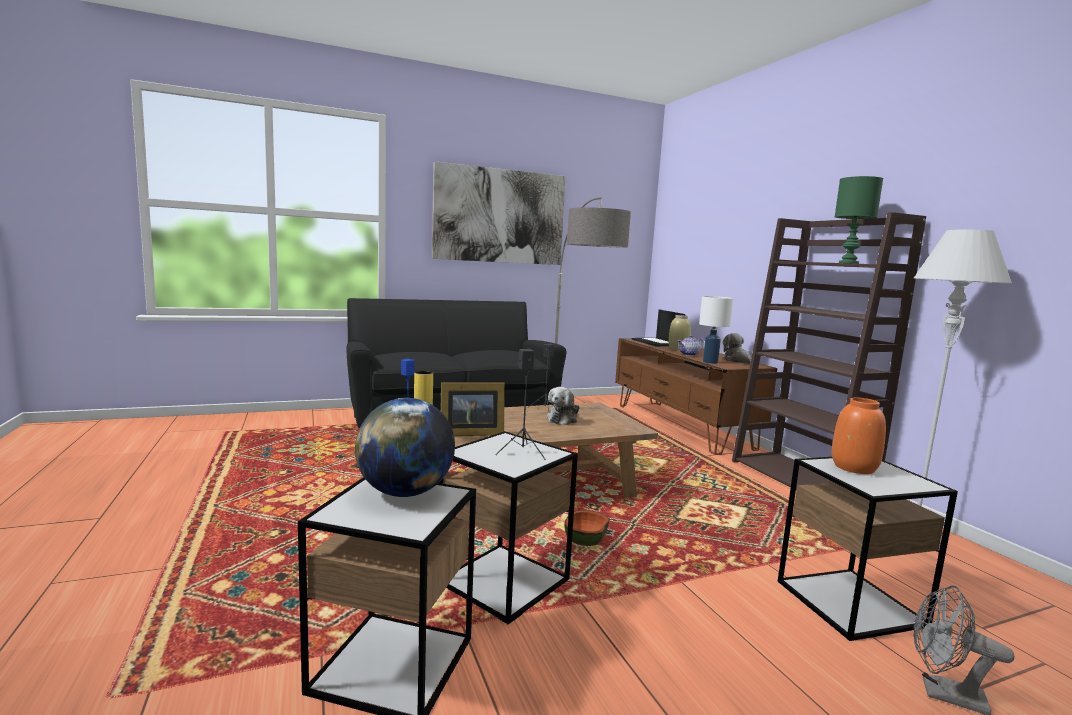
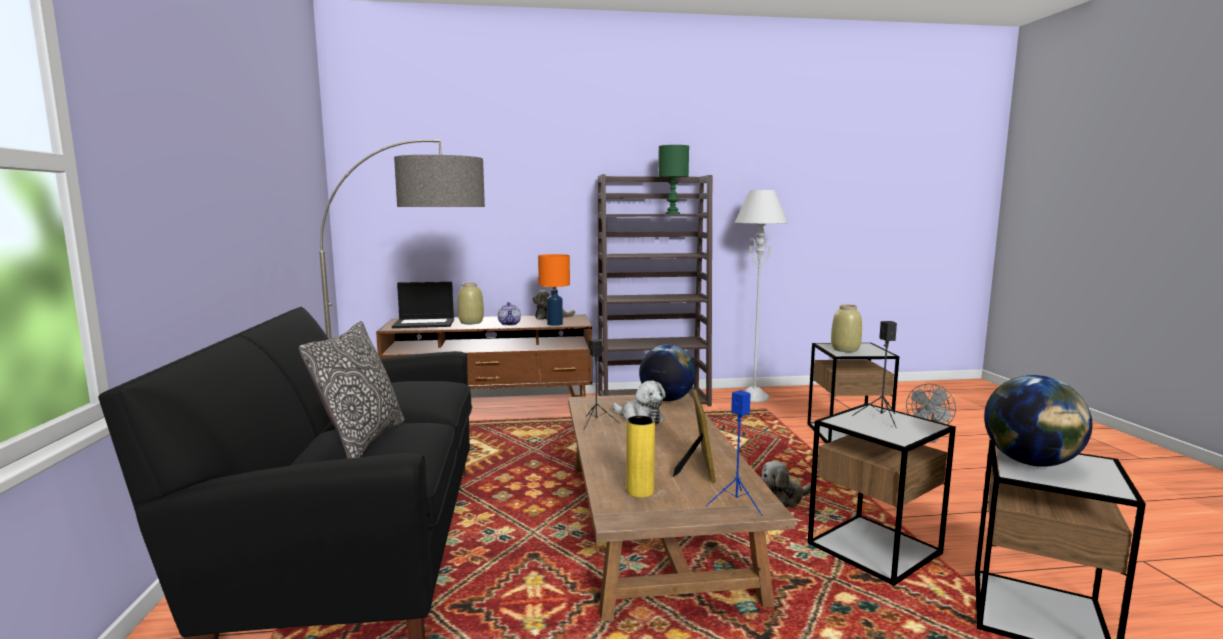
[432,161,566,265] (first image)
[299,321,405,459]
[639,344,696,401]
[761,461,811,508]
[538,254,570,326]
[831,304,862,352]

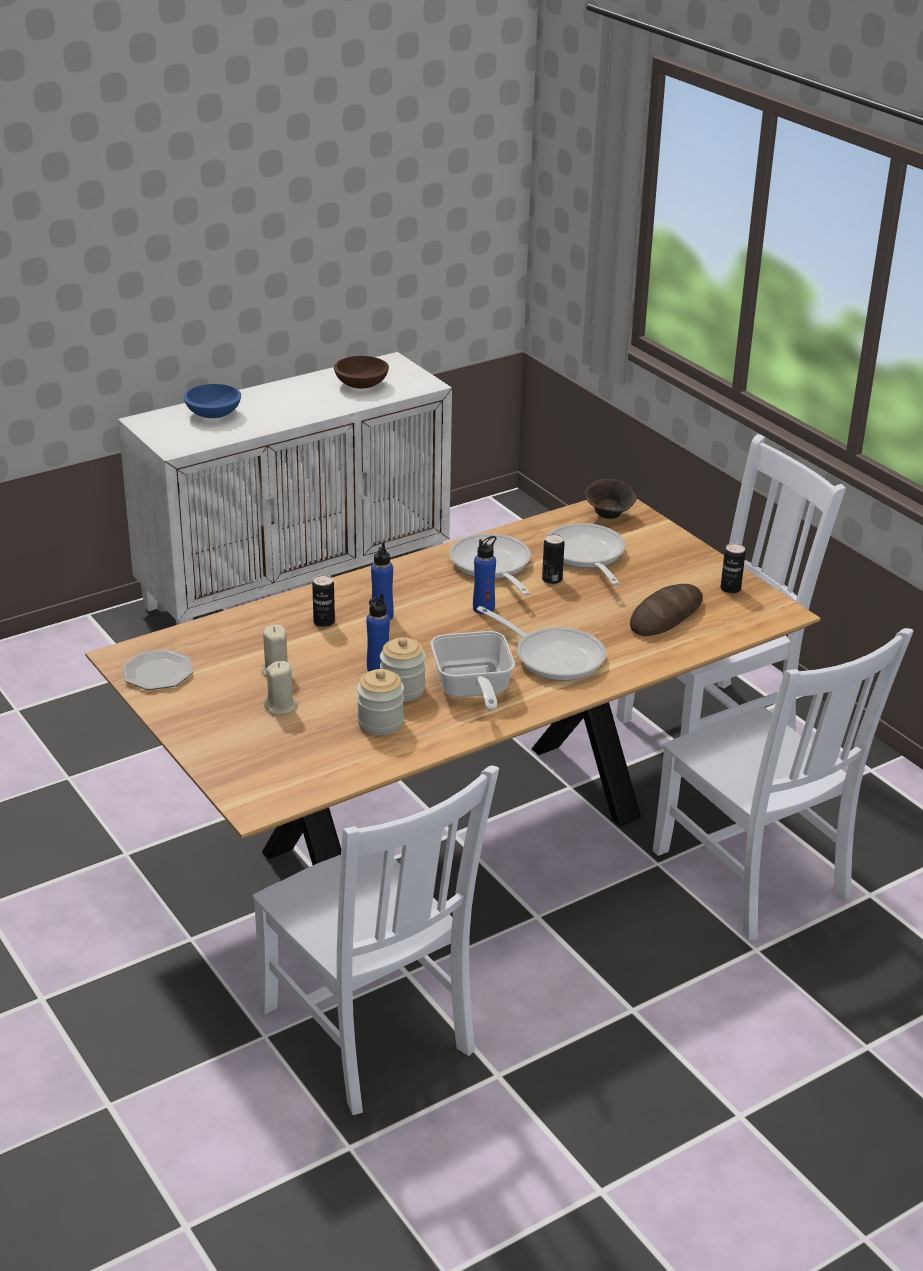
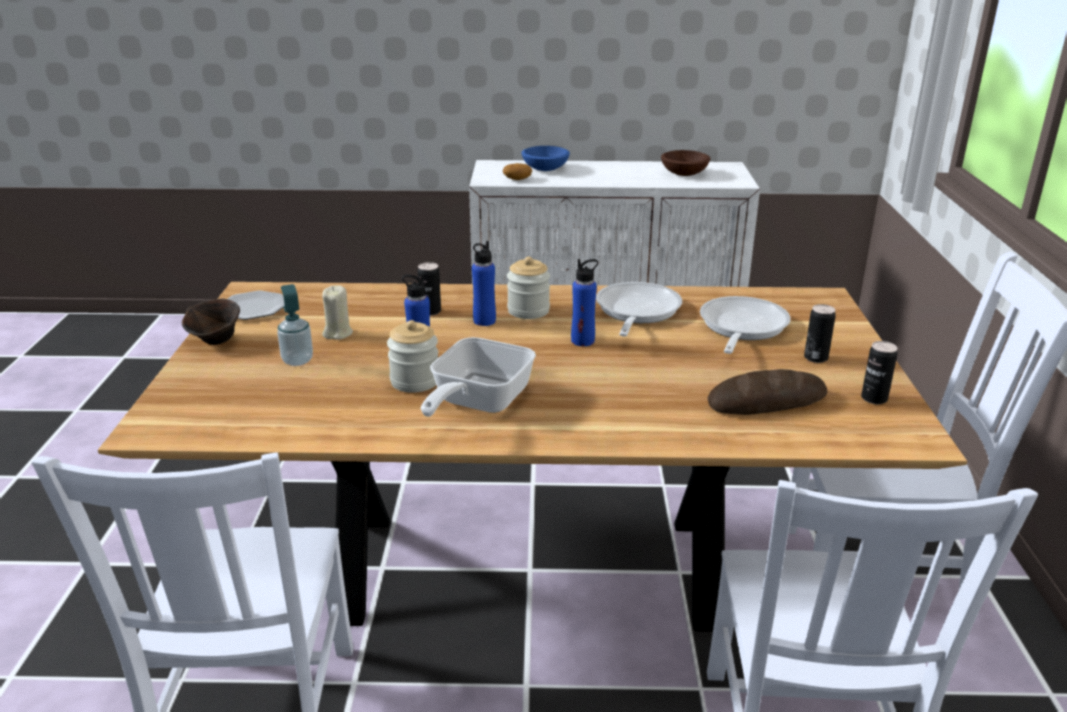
[477,606,606,681] (first image)
[503,163,532,180]
[507,257,550,319]
[804,304,836,363]
[182,298,240,345]
[277,284,313,366]

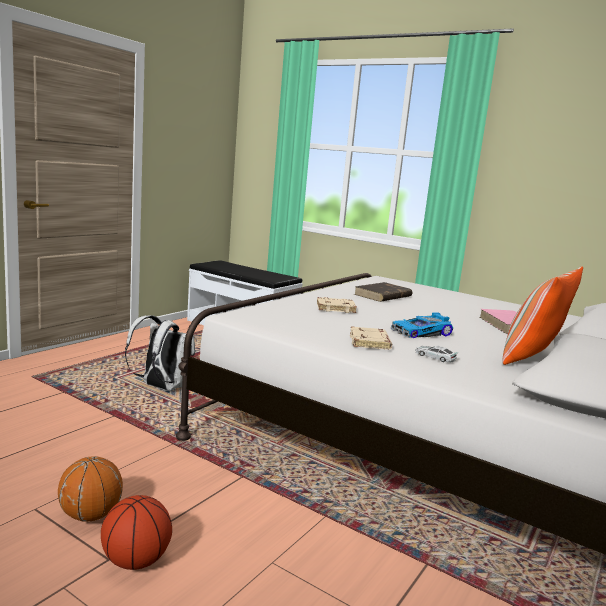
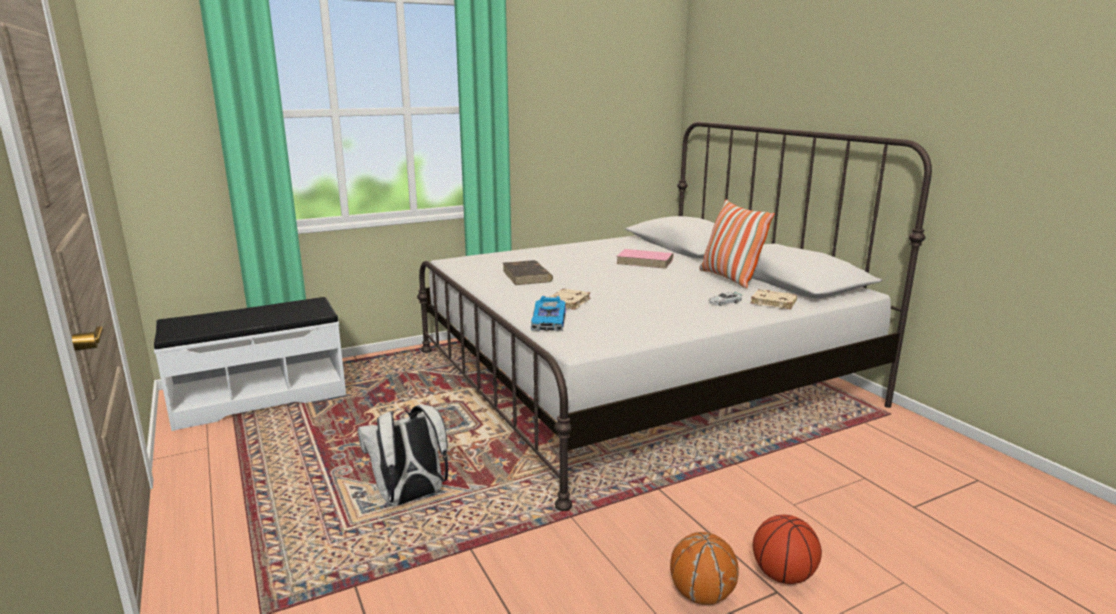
[751,289,797,309]
[531,296,566,332]

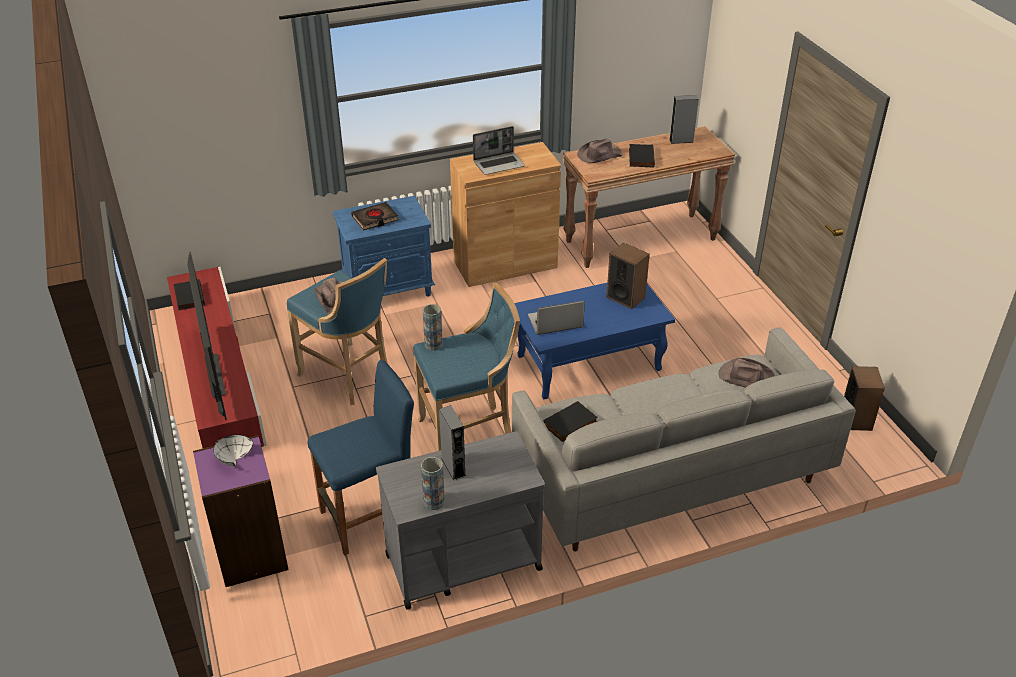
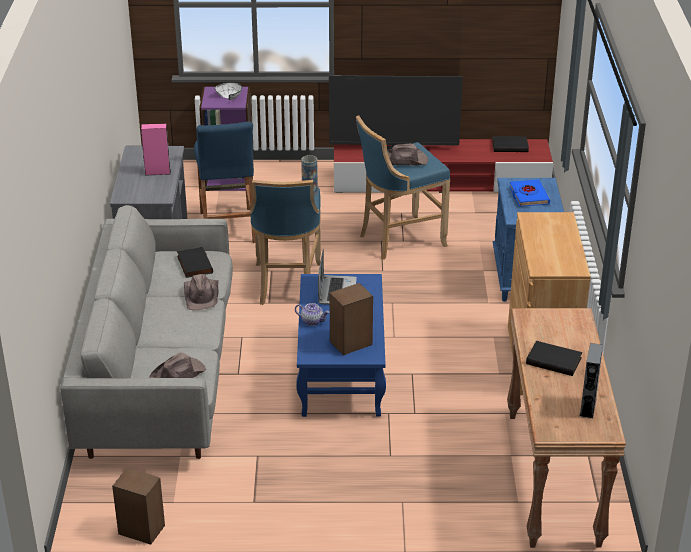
[421,457,445,510] (first image)
[473,126,525,175] (first image)
[295,303,329,326]
[184,274,219,310]
[509,179,550,207]
[141,124,171,176]

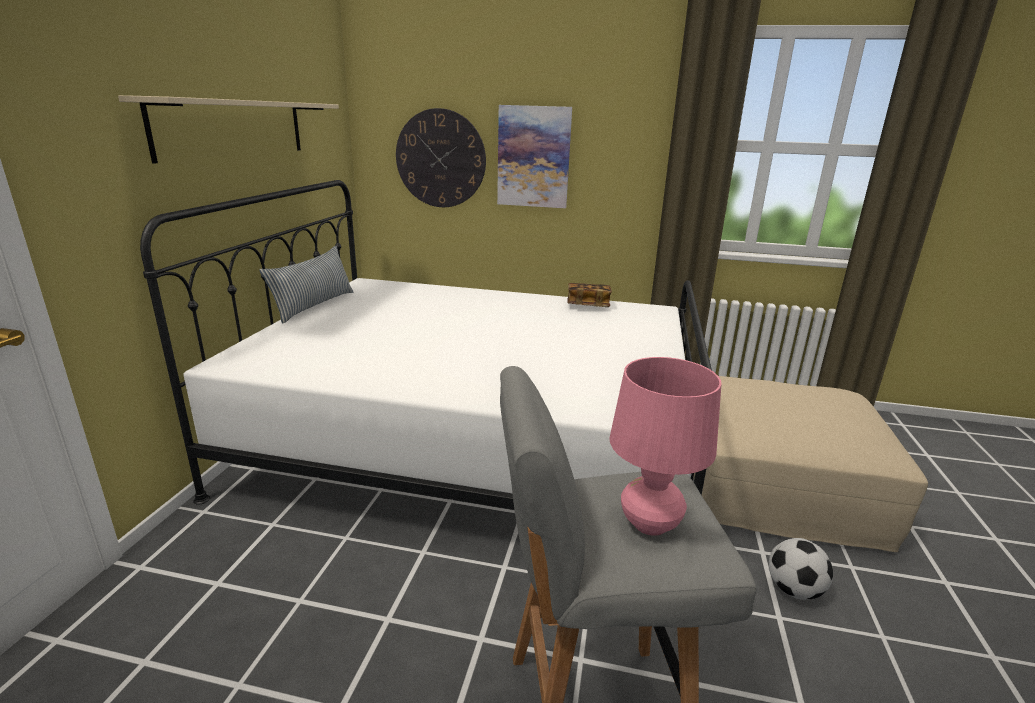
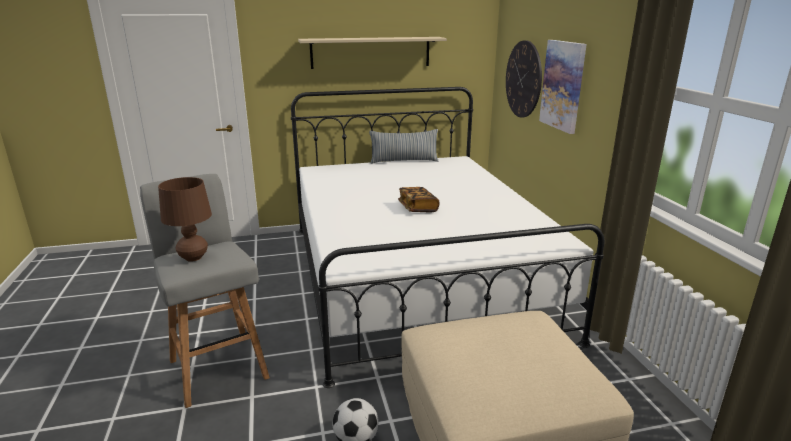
[398,187,440,213]
[158,177,212,262]

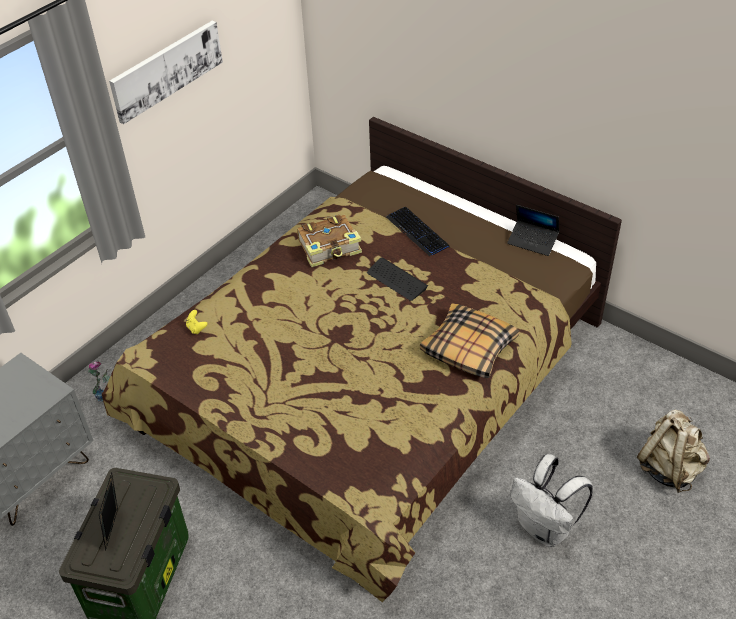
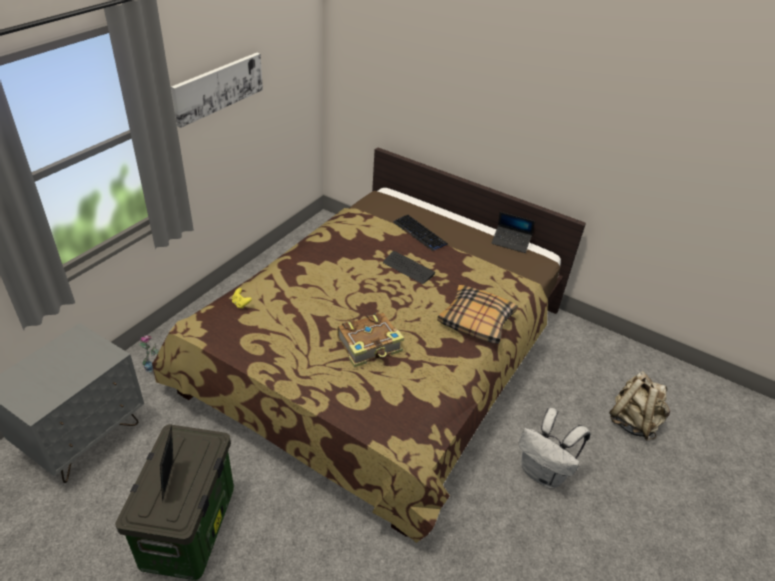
[337,313,404,367]

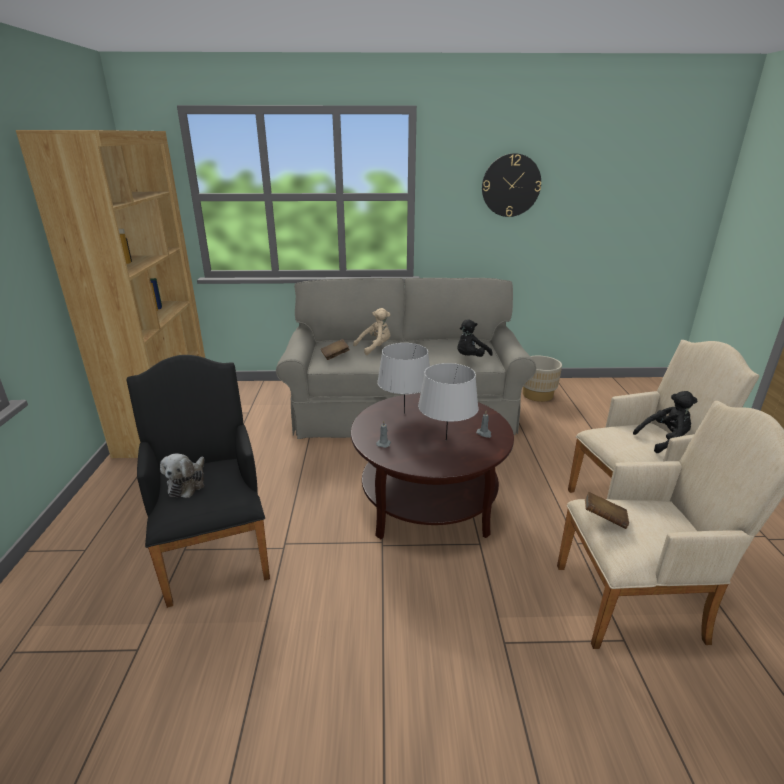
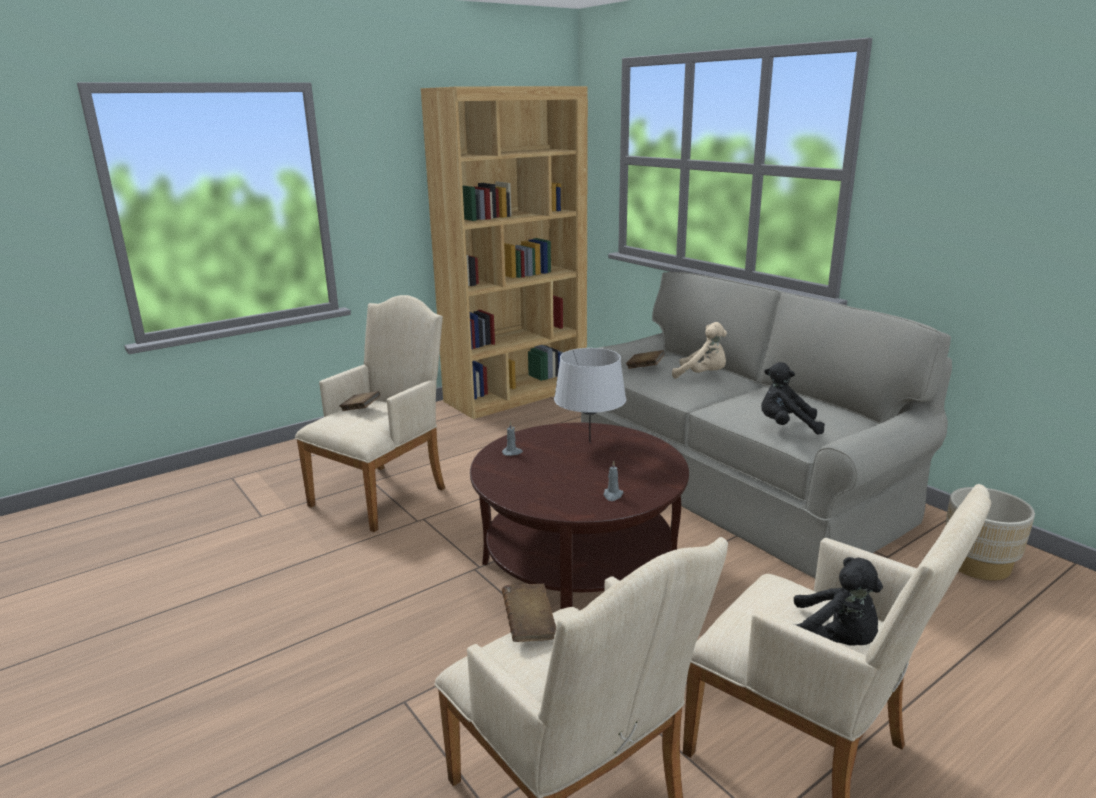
[418,363,479,441] (first image)
[482,153,541,217] (first image)
[339,391,381,411]
[295,295,445,532]

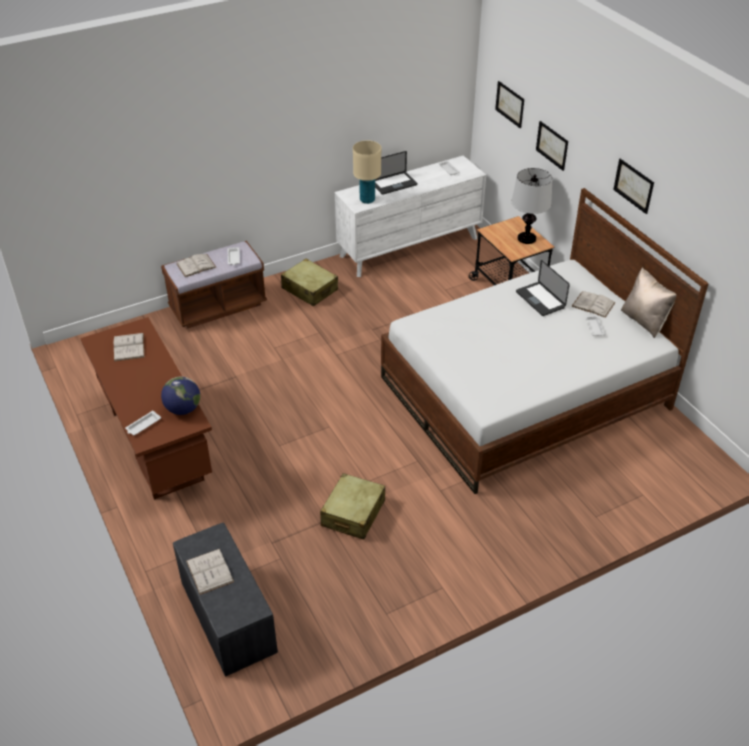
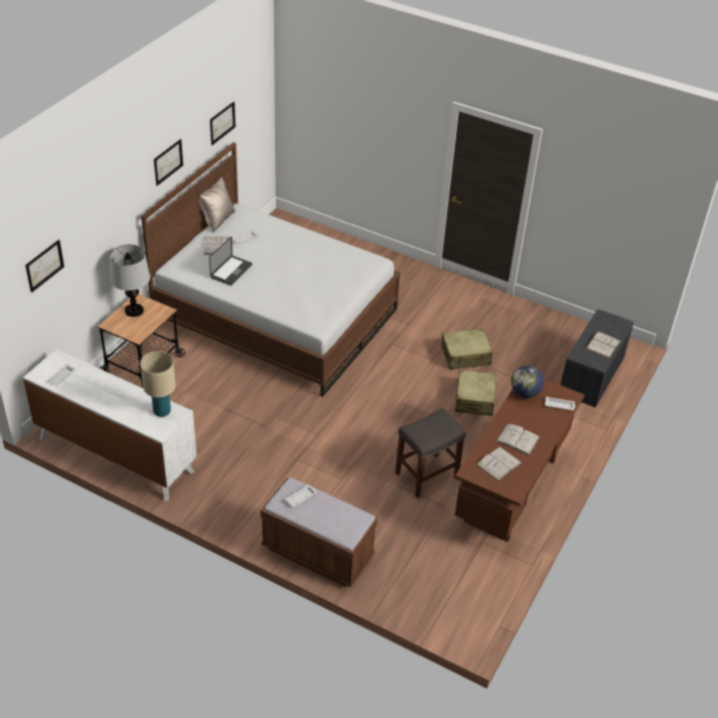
[375,151,417,195] (first image)
[395,408,466,498]
[496,424,540,455]
[455,370,496,416]
[210,102,236,145]

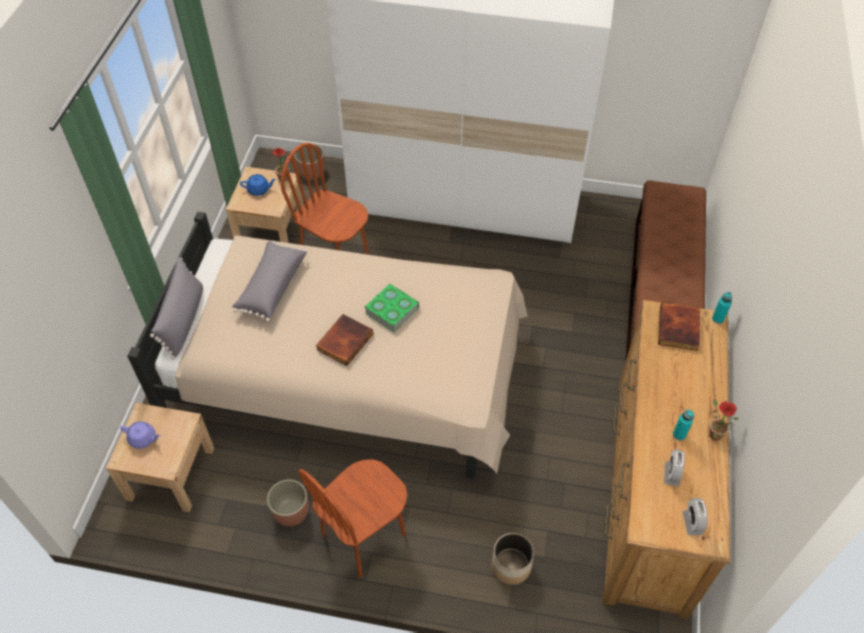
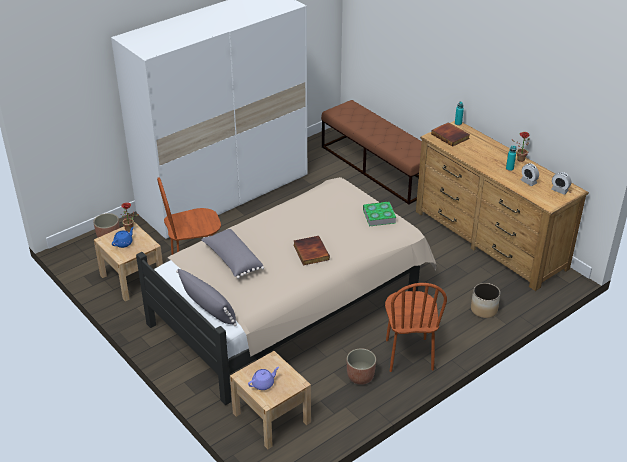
[363,202,396,227]

